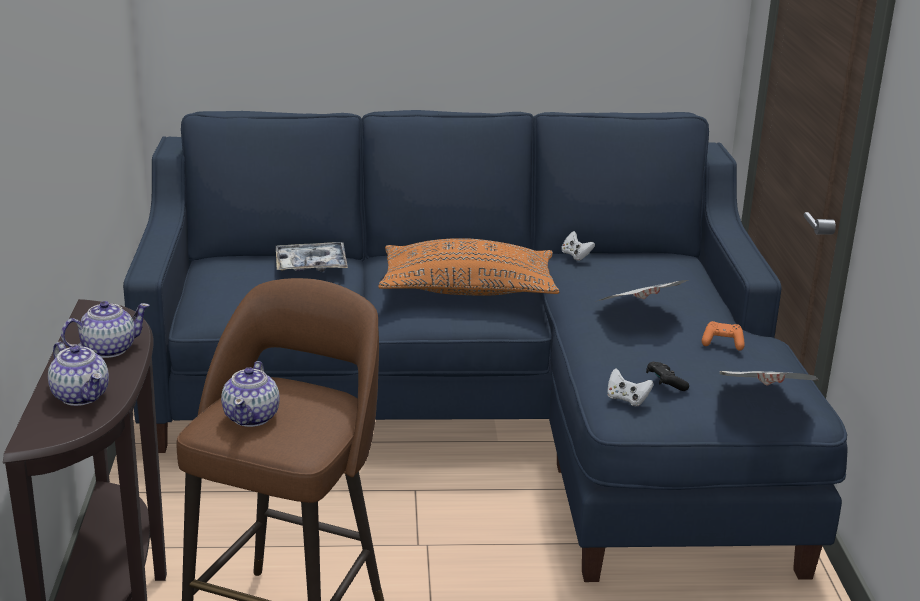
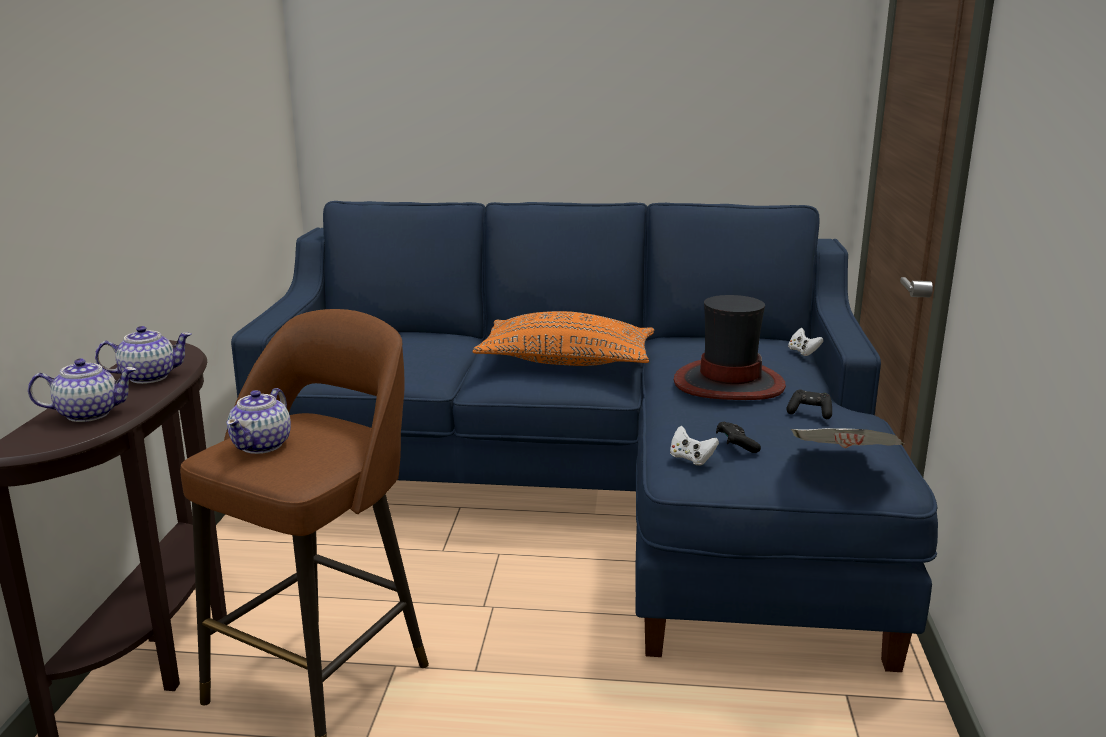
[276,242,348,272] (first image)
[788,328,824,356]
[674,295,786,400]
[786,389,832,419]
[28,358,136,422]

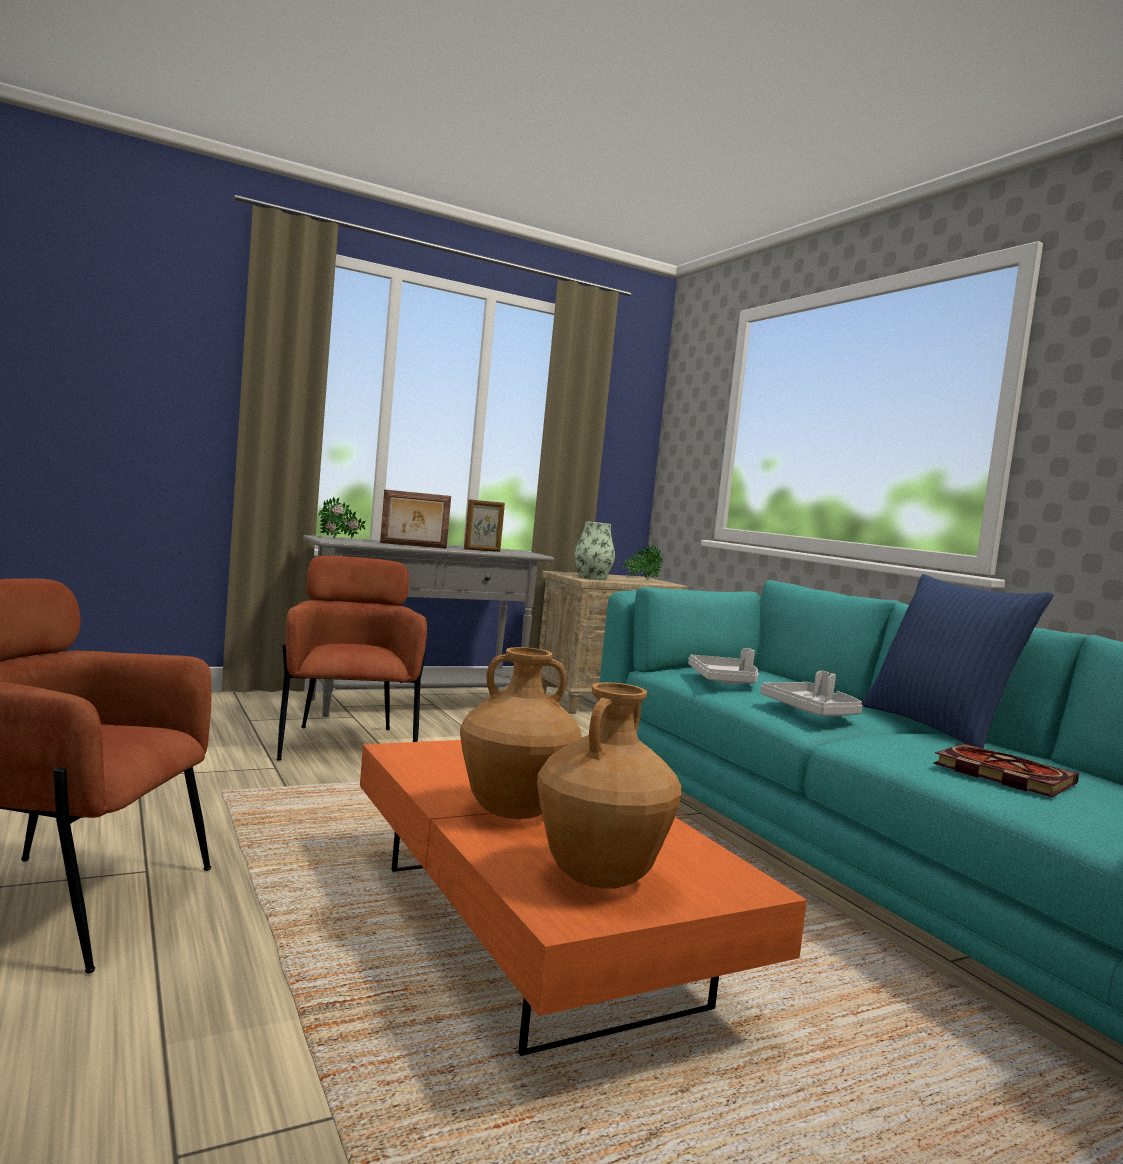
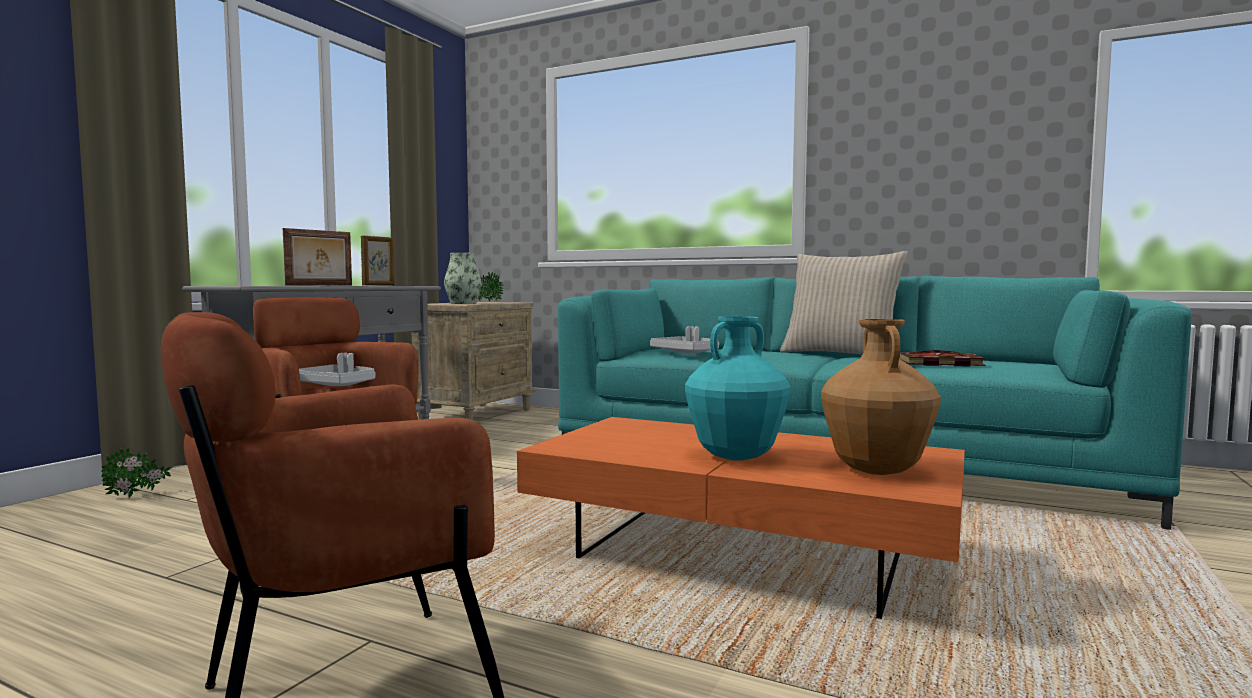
[101,447,171,498]
[299,353,375,386]
[685,316,790,461]
[780,251,908,354]

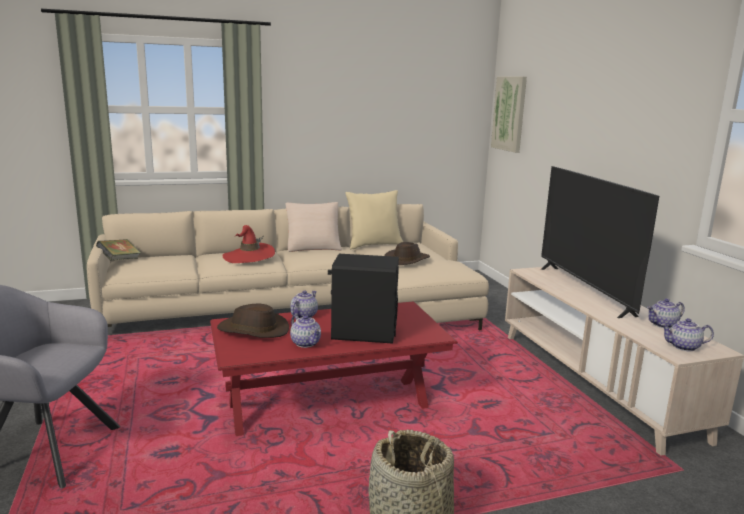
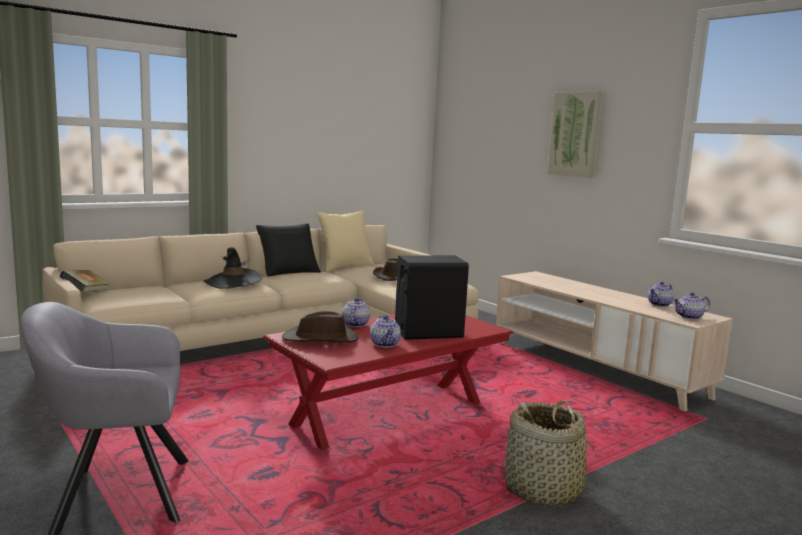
[541,166,659,318] (first image)
[547,91,605,178]
[204,247,262,289]
[256,223,321,277]
[370,315,401,348]

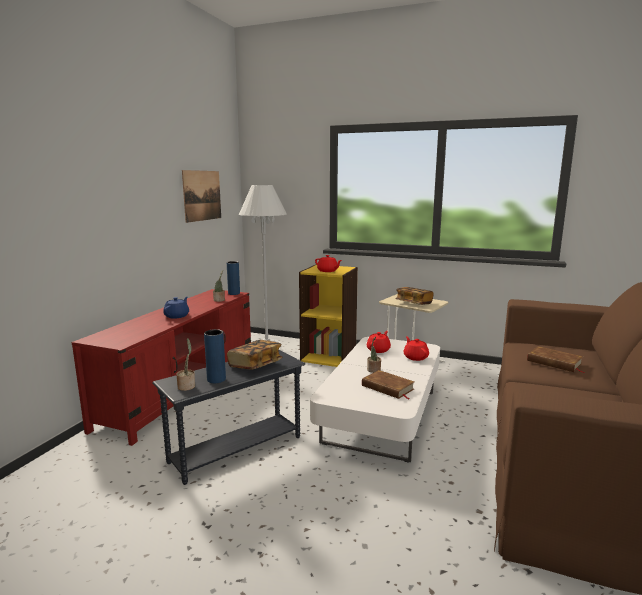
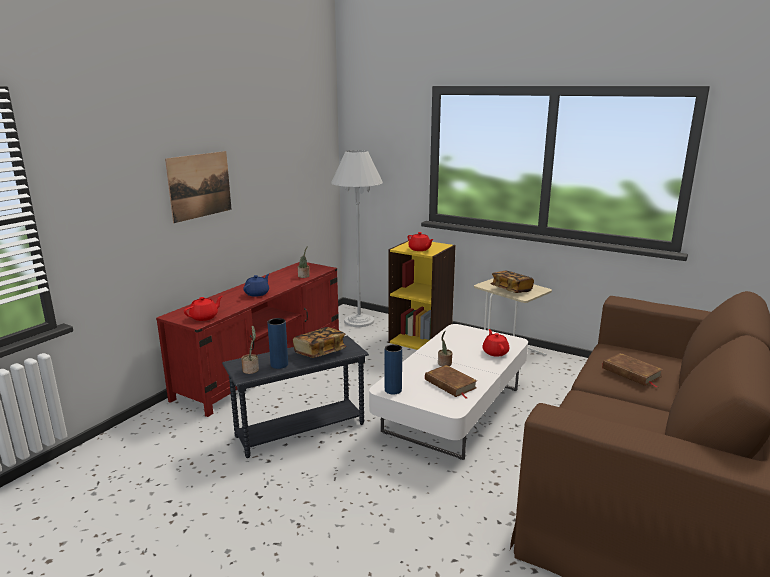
[165,151,232,223]
[385,344,402,394]
[184,296,223,321]

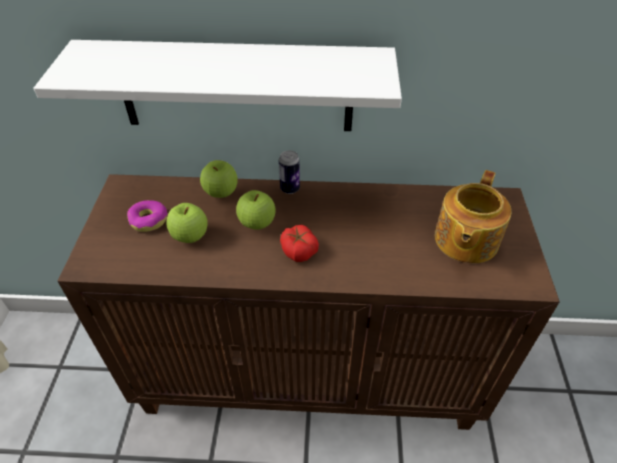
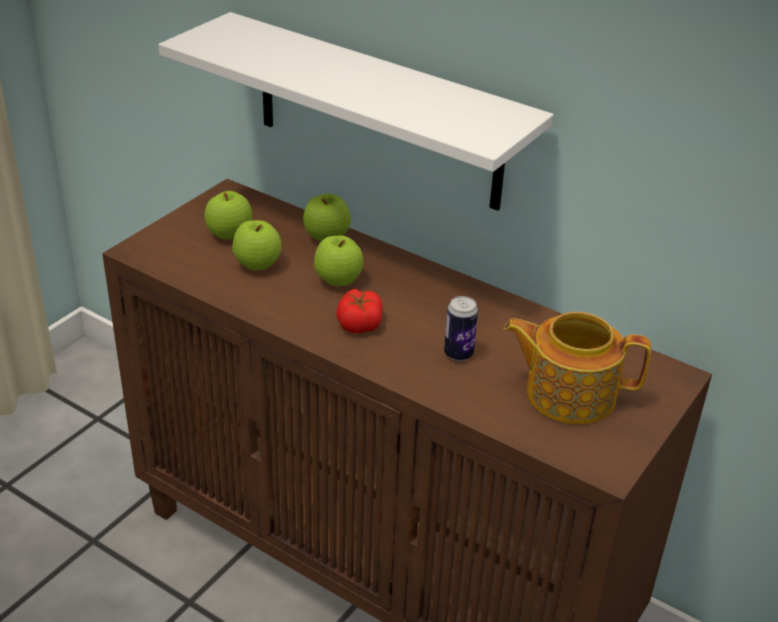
[444,296,478,361]
[204,191,252,240]
[503,312,651,425]

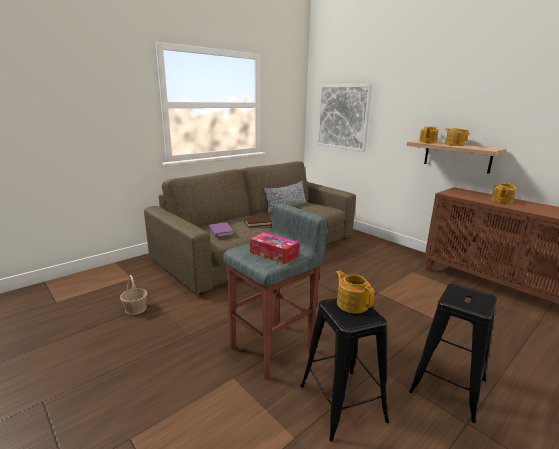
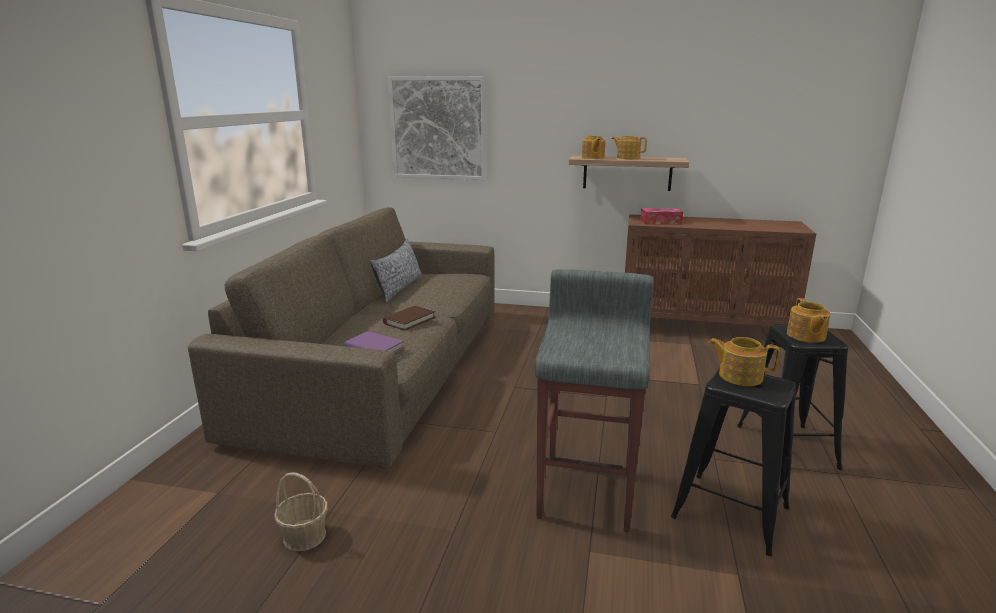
[640,208,683,225]
[787,298,830,343]

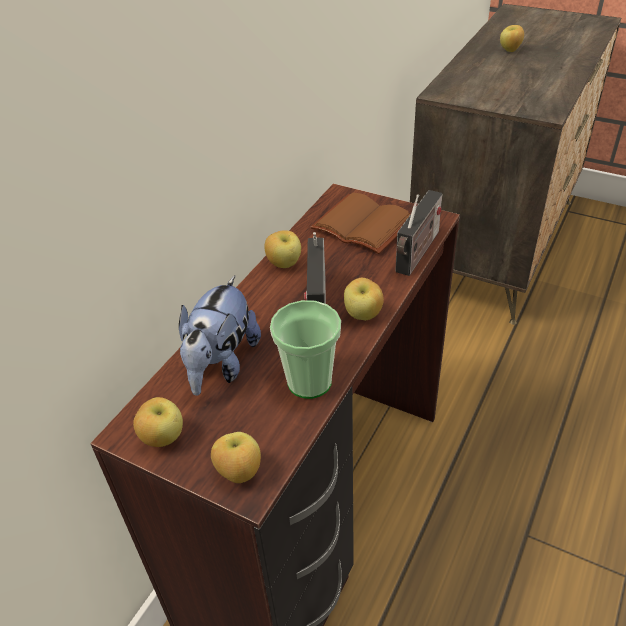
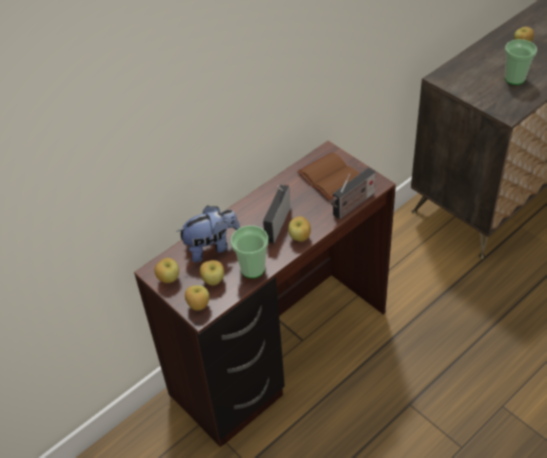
[505,39,537,85]
[200,260,224,285]
[176,205,240,263]

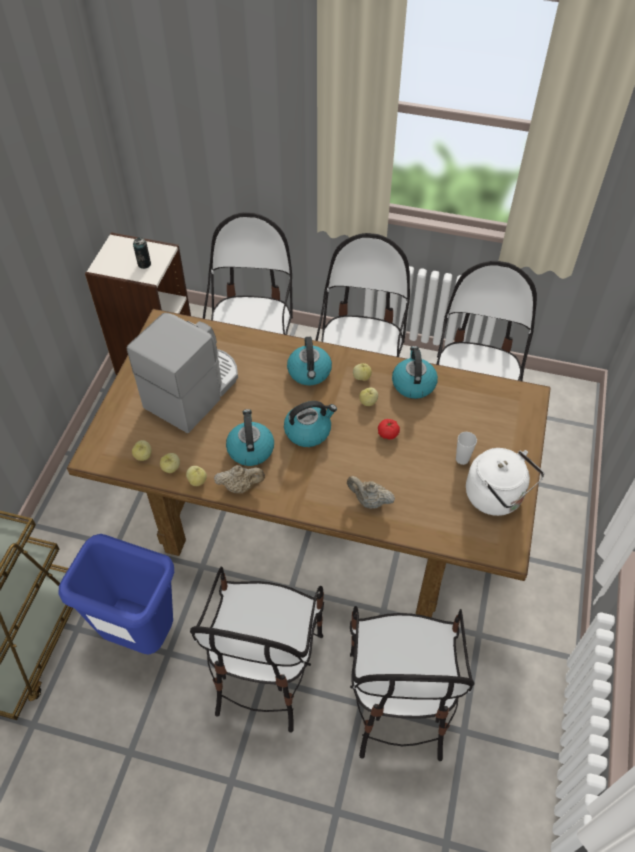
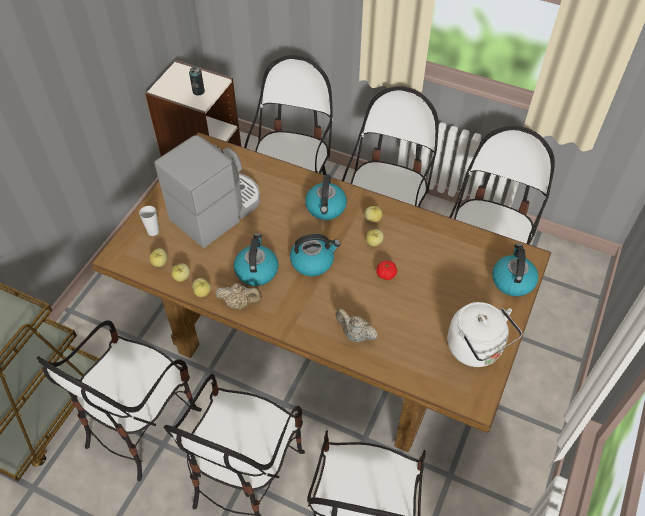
[492,243,538,296]
[139,206,159,236]
[37,320,202,481]

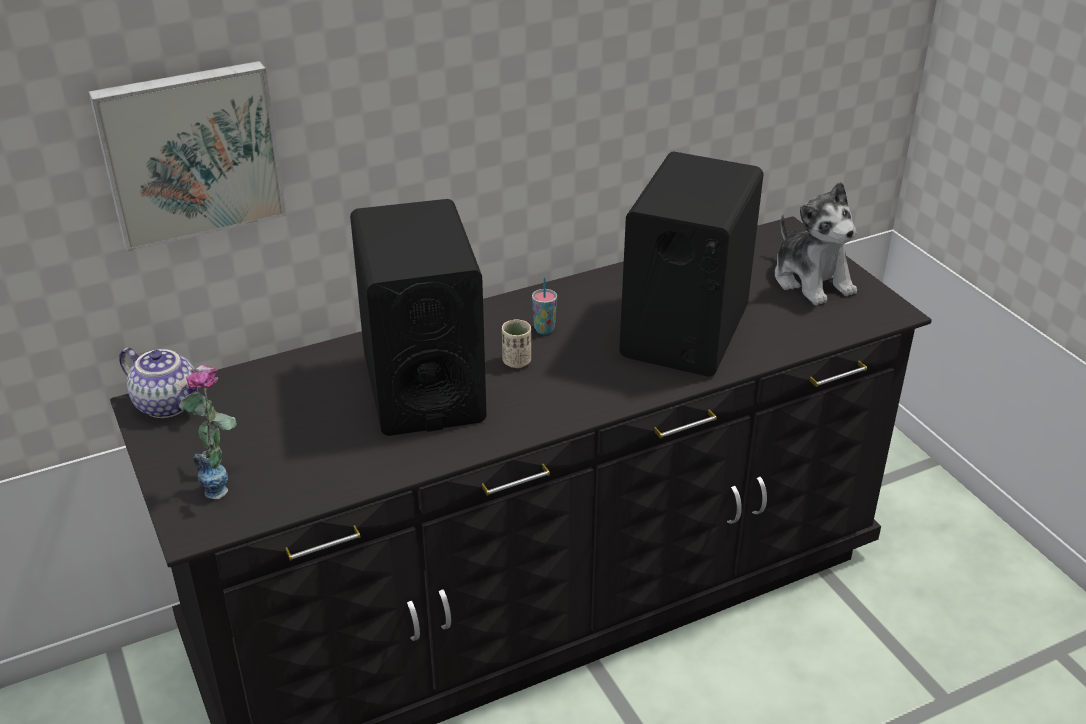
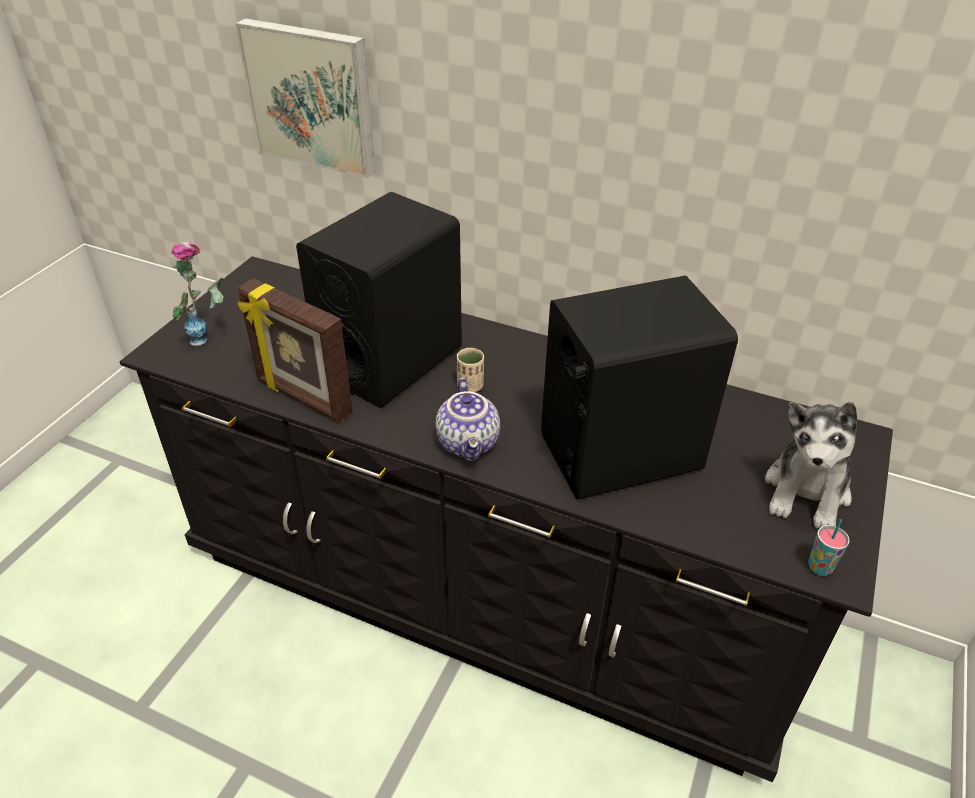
[237,279,353,422]
[435,377,500,461]
[808,519,850,576]

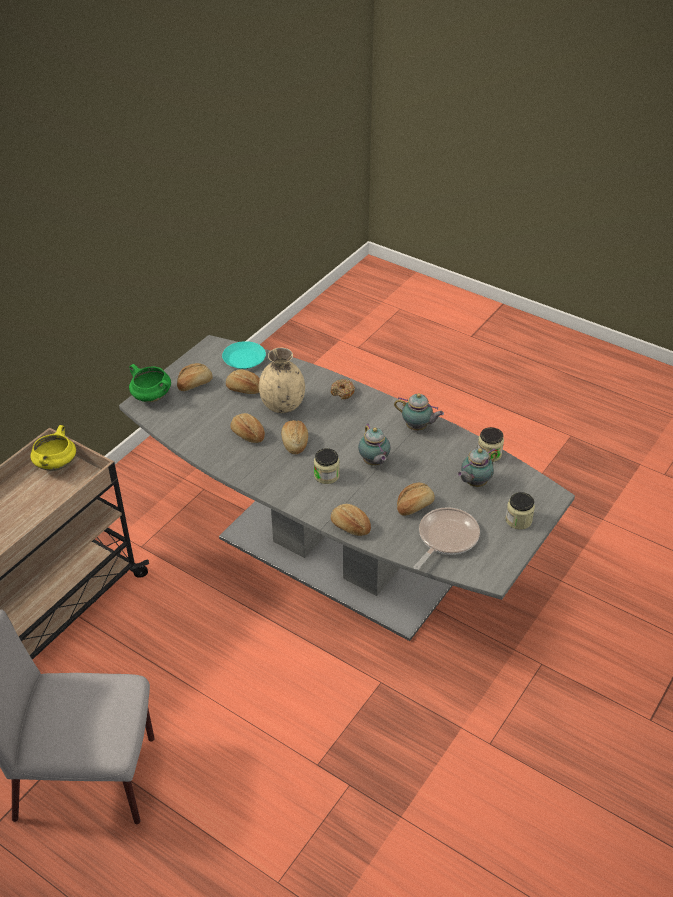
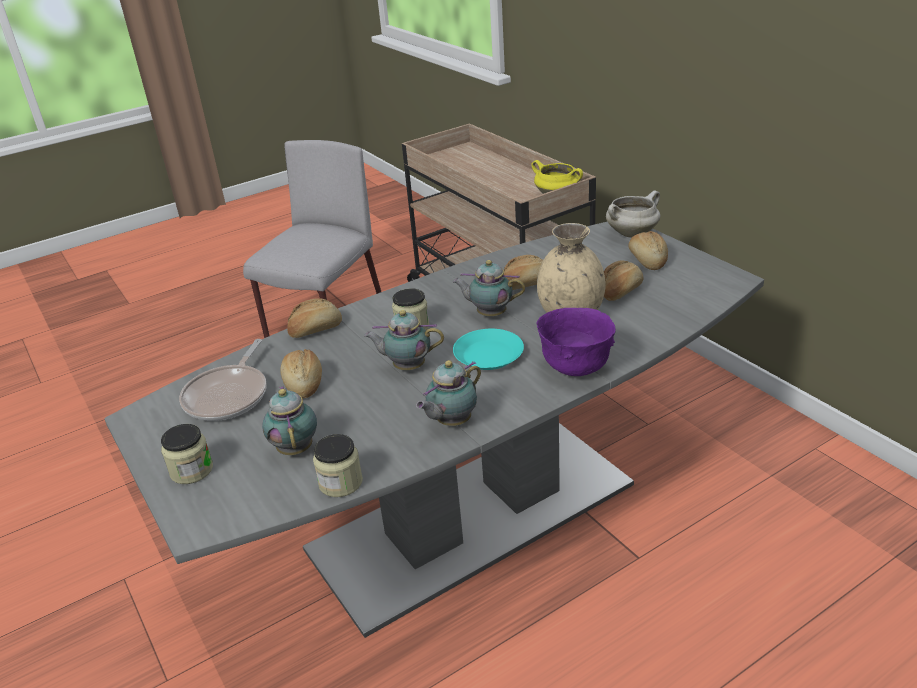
[453,329,524,370]
[453,260,525,316]
[536,308,616,376]
[606,191,660,238]
[179,339,267,421]

